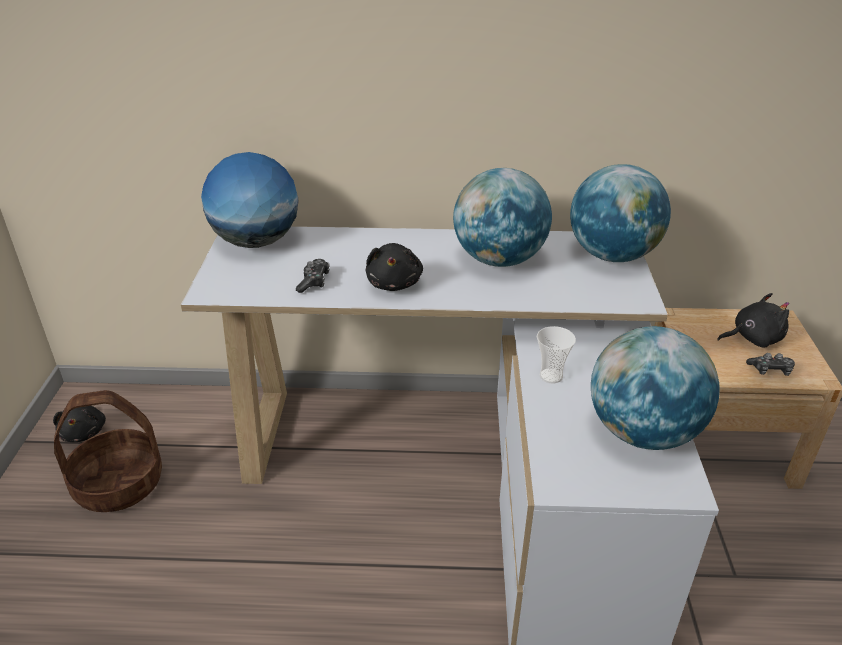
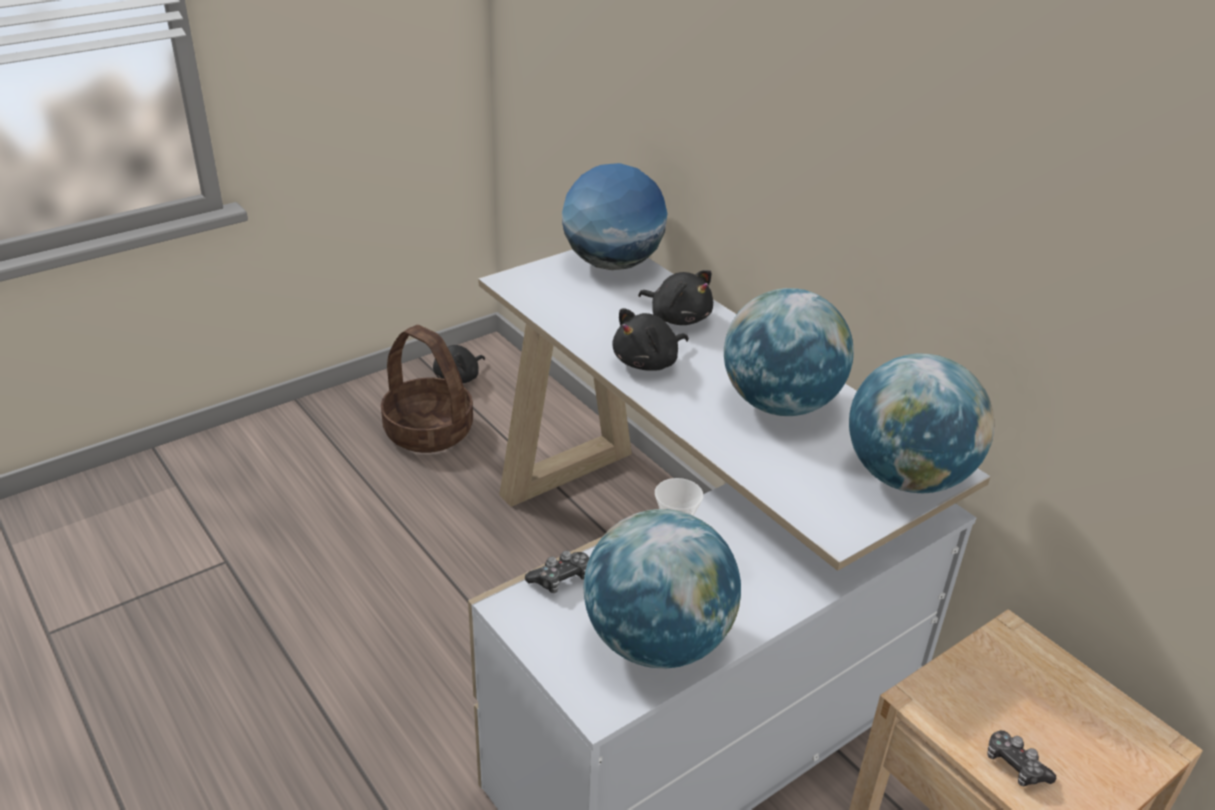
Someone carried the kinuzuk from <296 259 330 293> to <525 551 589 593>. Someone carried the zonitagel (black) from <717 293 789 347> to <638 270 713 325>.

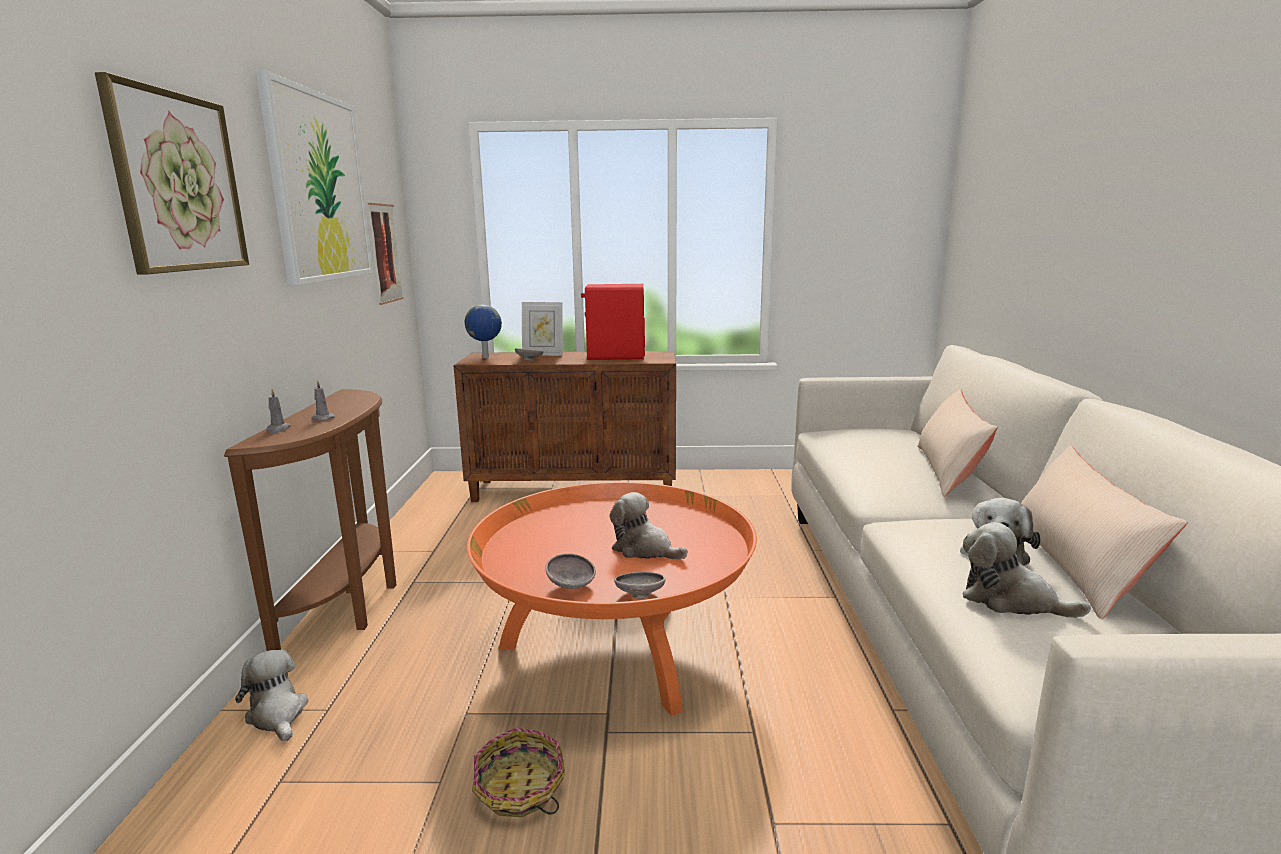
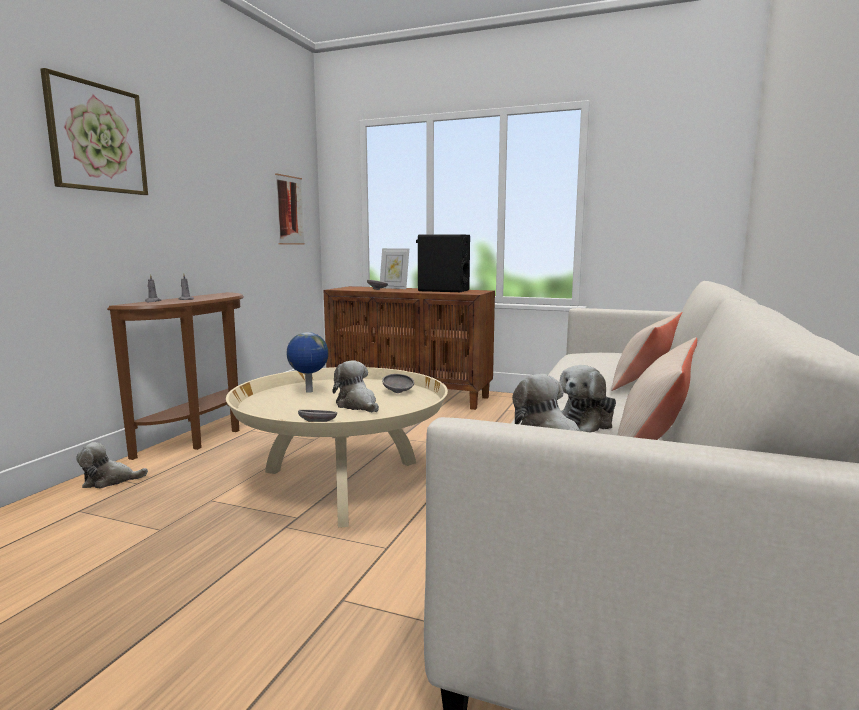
Someone rotated the zonitagel at <235 649 308 742> by 90 degrees counterclockwise. Someone took away the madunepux at <256 70 373 285>. Someone carried the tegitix from <465 305 502 358> to <287 332 329 393>. Someone repainted the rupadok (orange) at <466 482 757 716>, which became the rupadok (beige) at <226 367 448 528>. Someone took away the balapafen at <472 728 565 818>. Someone carried the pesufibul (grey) from <545 553 596 589> to <382 374 414 393>. Someone repainted the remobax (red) at <581 284 645 360>, which became the remobax (black) at <416 234 470 292>.

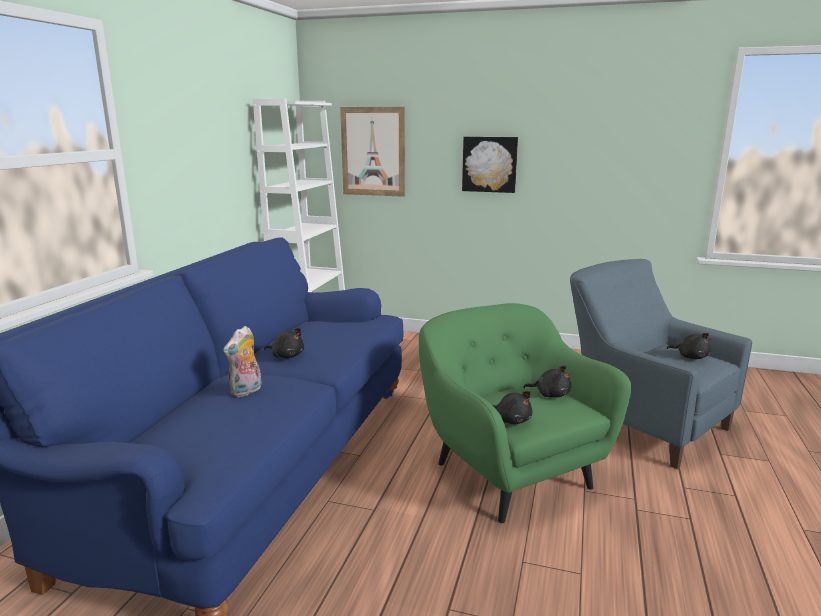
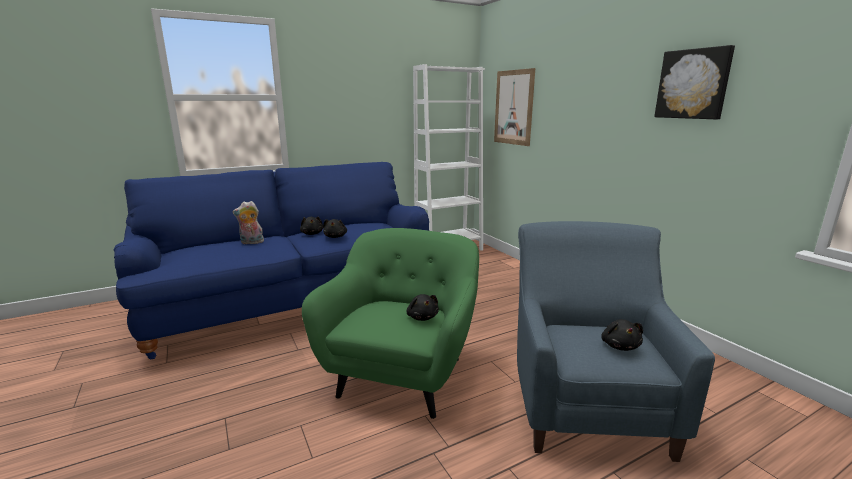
Someone carried the madunepux from <462 137 518 193> to <654 45 735 119>. Someone carried the zonitagel (black) from <493 391 533 424> to <323 219 347 238>.

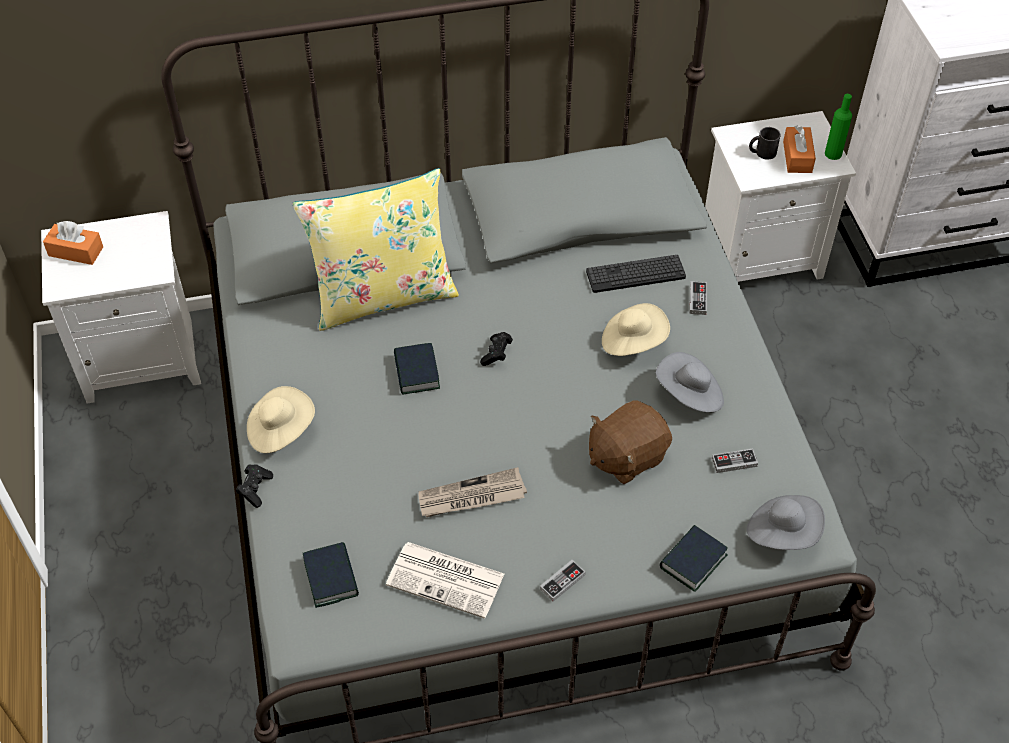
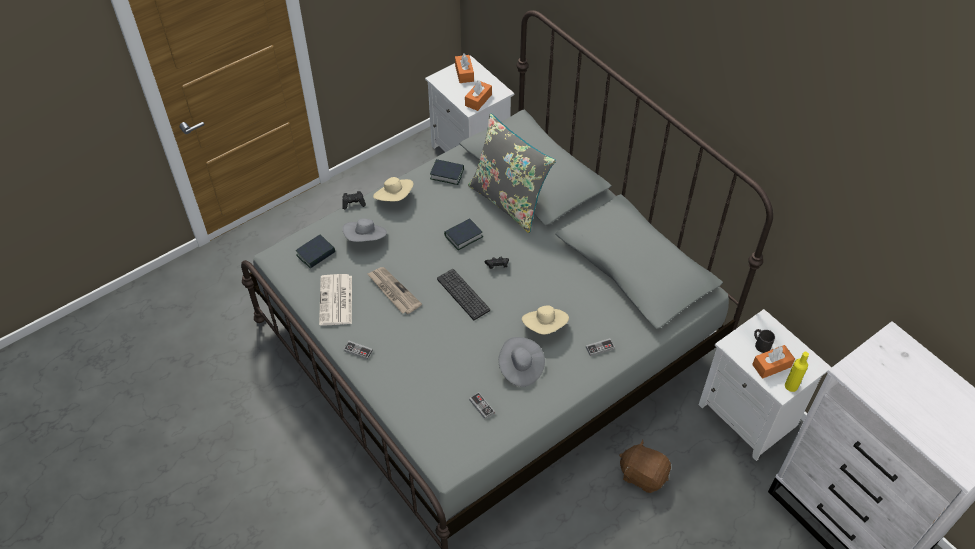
Someone repainted the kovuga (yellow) at <292 168 459 331>, which became the kovuga (grey) at <468 113 556 233>. Someone carried the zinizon from <586 255 686 293> to <437 269 490 320>. Someone carried the zonitagel (brown) from <589 400 672 484> to <619 439 671 493>. Someone carried the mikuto from <660 525 728 592> to <430 159 464 185>. Someone carried the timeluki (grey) from <747 495 825 550> to <342 218 387 242>. Someone repainted the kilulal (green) at <825 94 852 160>, which became the kilulal (yellow) at <785 352 809 392>. Someone put down the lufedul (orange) at <465 80 492 111>.

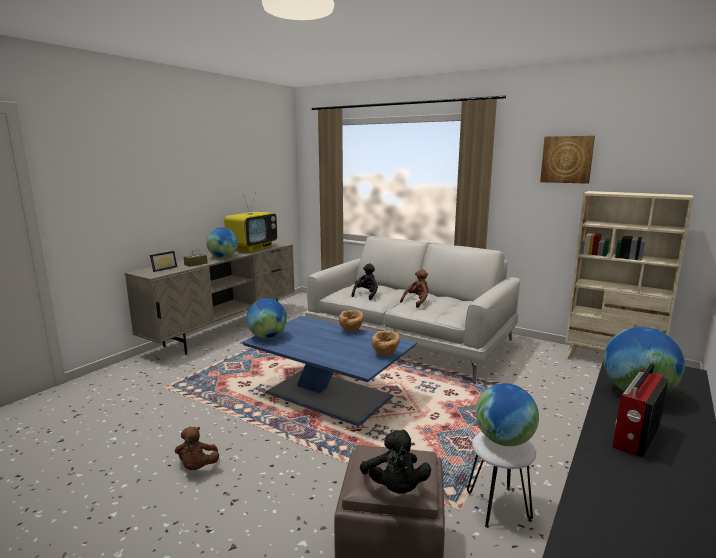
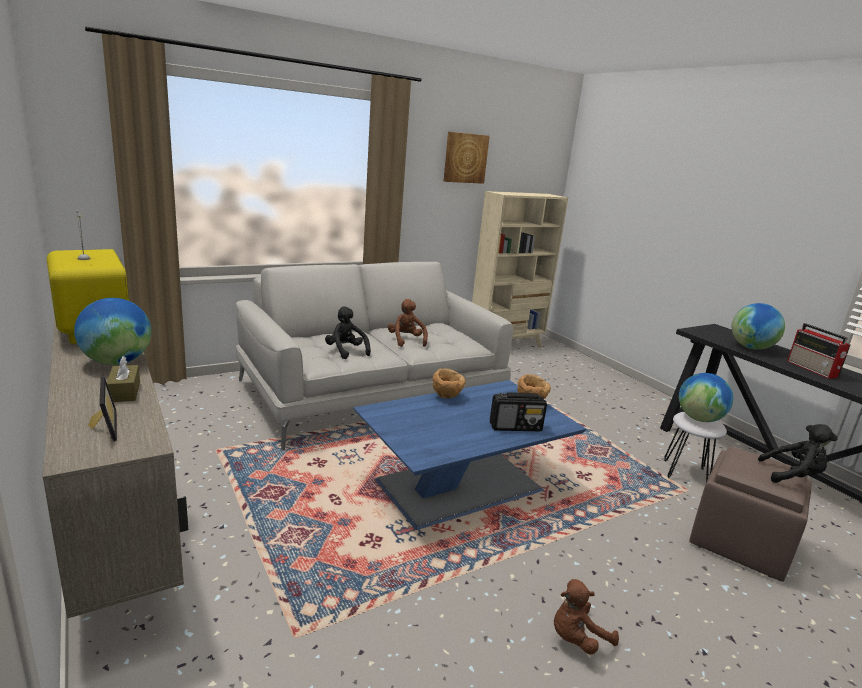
Someone rotated the zonitagel (brown) at <175 427 219 470> by 135 degrees clockwise. Someone took away the tegitix at <246 298 287 338>. Someone put down the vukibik at <490 393 547 431>.

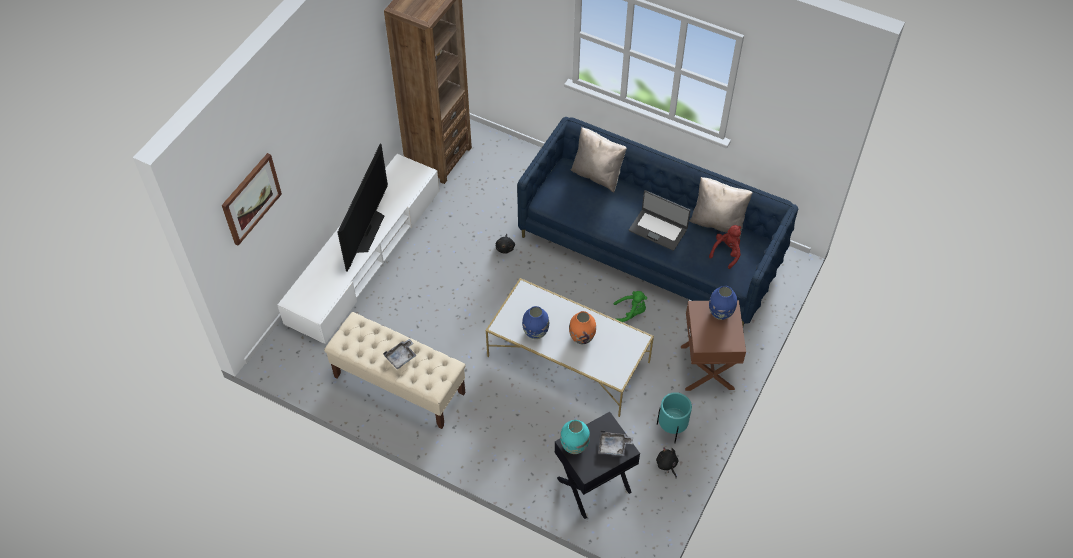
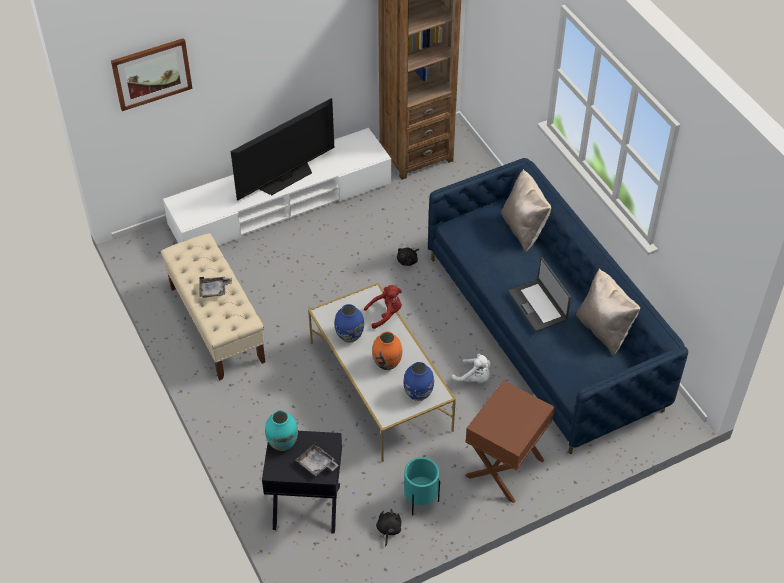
Someone repainted the zonitagel (green) at <614 291 647 322>, which became the zonitagel (white) at <452 354 491 383>. Someone carried the zonitagel (red) from <709 225 741 269> to <364 285 402 329>. Someone carried the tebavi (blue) from <709 286 737 320> to <403 362 434 401>.

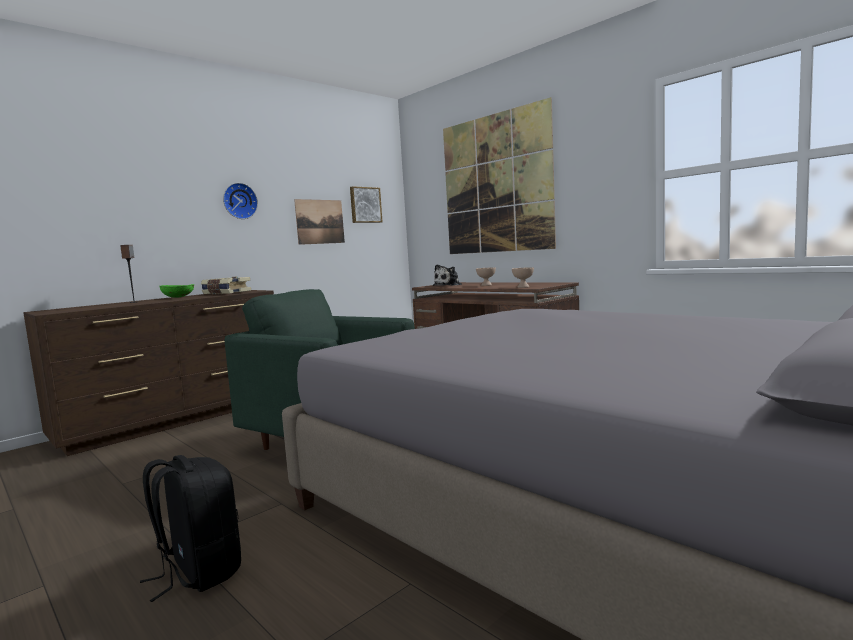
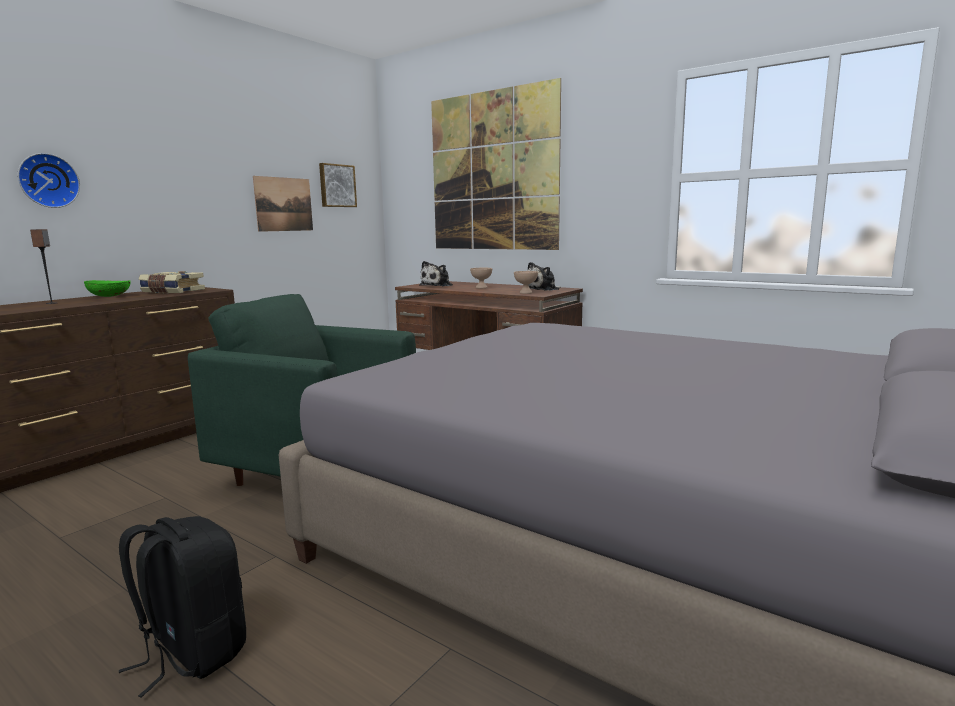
Someone carried the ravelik from <223 183 258 219> to <18 153 80 208>. Someone put down the zonitagel at <527 262 561 291>.

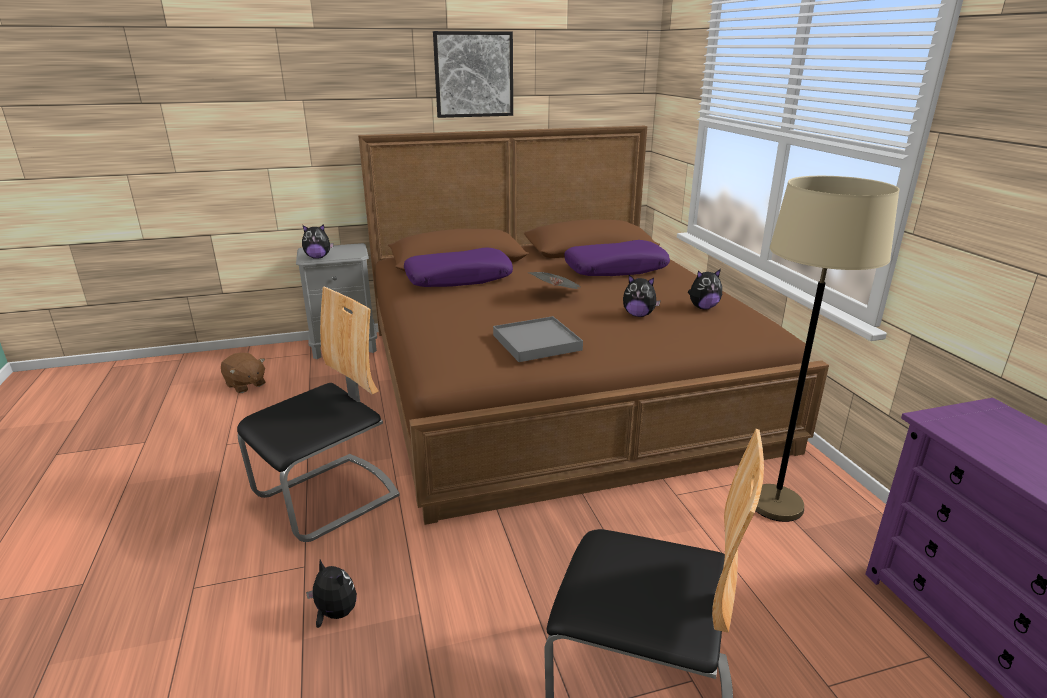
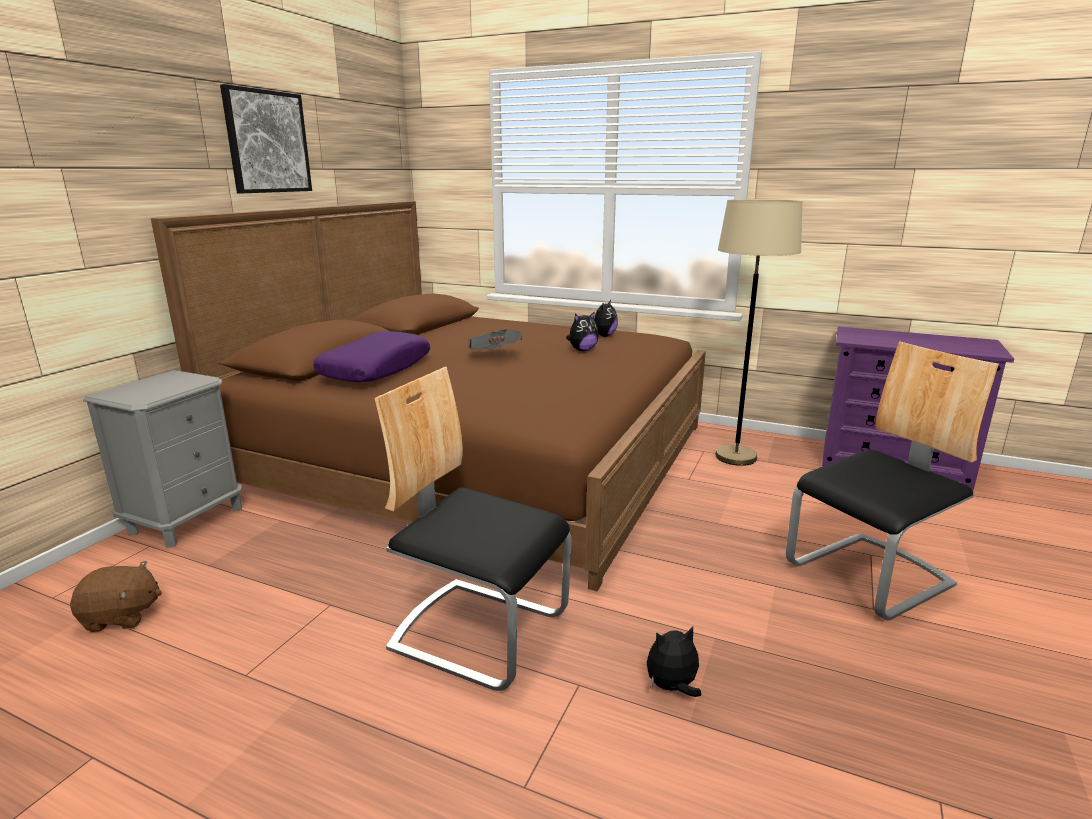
Someone rotated the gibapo at <237 287 400 542> by 60 degrees counterclockwise. Someone took away the zonitagel at <302 224 334 259>. Someone took away the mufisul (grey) at <493 316 583 362>. Someone took away the kovuga (purple) at <564 240 670 276>.

